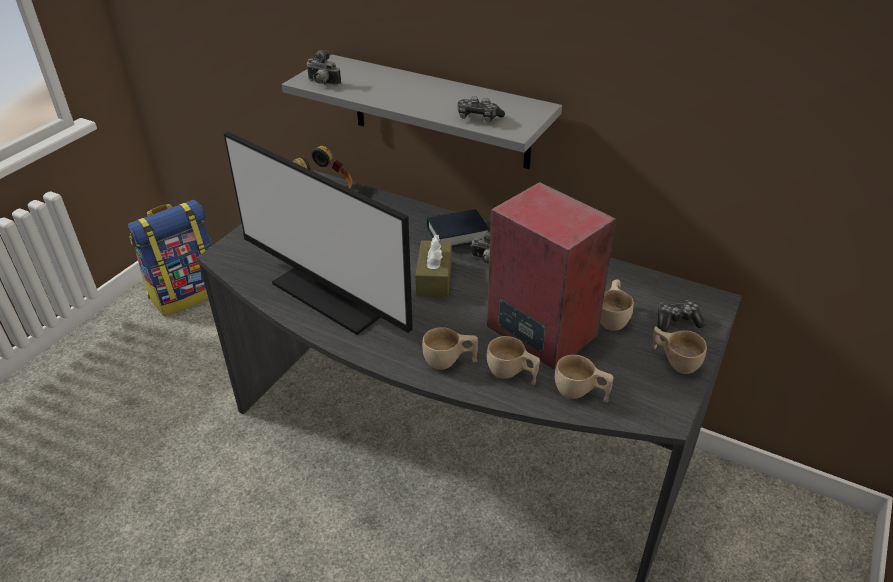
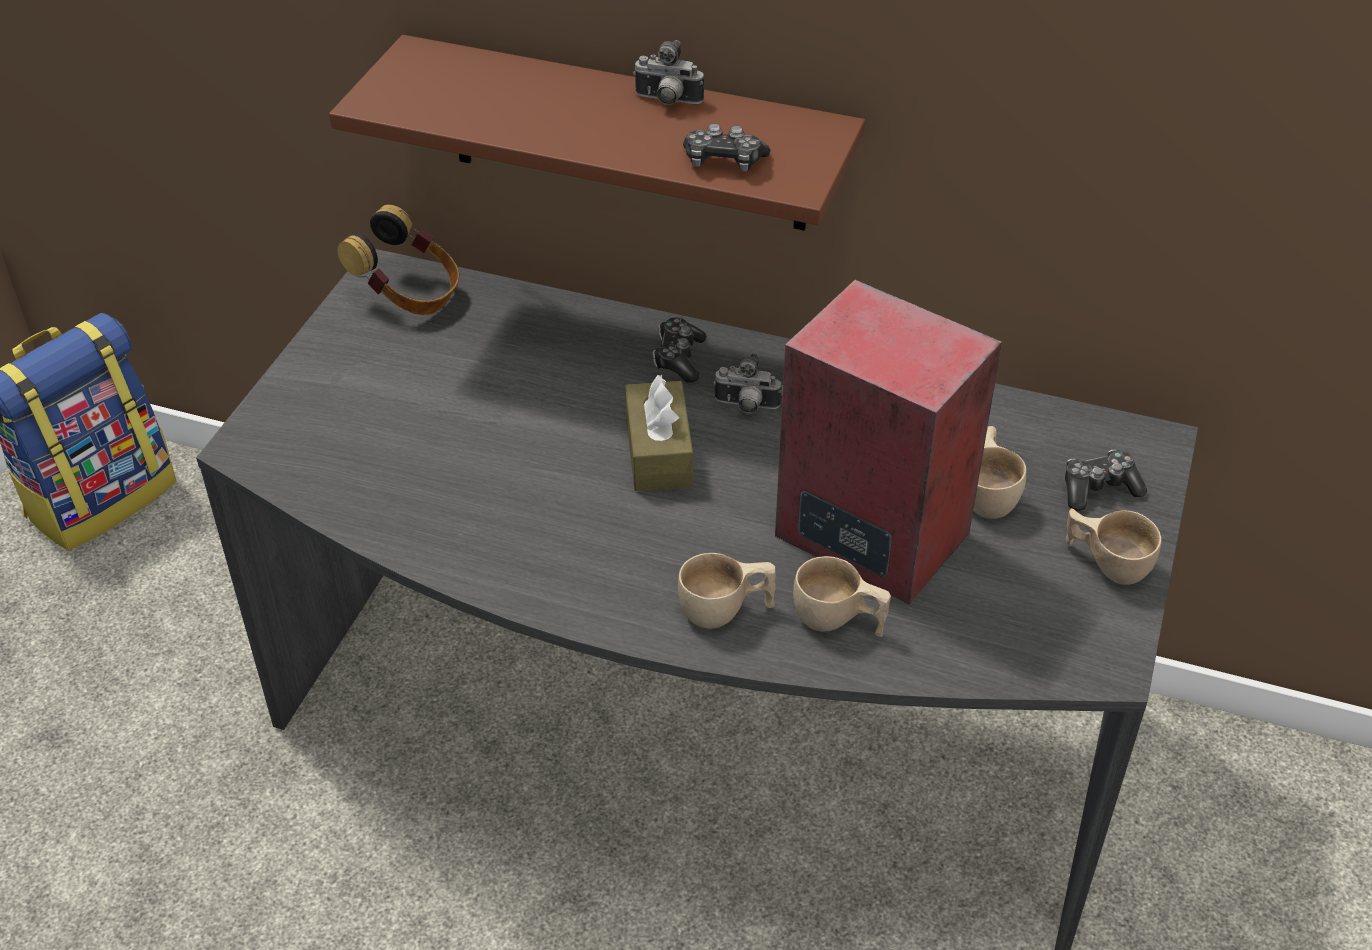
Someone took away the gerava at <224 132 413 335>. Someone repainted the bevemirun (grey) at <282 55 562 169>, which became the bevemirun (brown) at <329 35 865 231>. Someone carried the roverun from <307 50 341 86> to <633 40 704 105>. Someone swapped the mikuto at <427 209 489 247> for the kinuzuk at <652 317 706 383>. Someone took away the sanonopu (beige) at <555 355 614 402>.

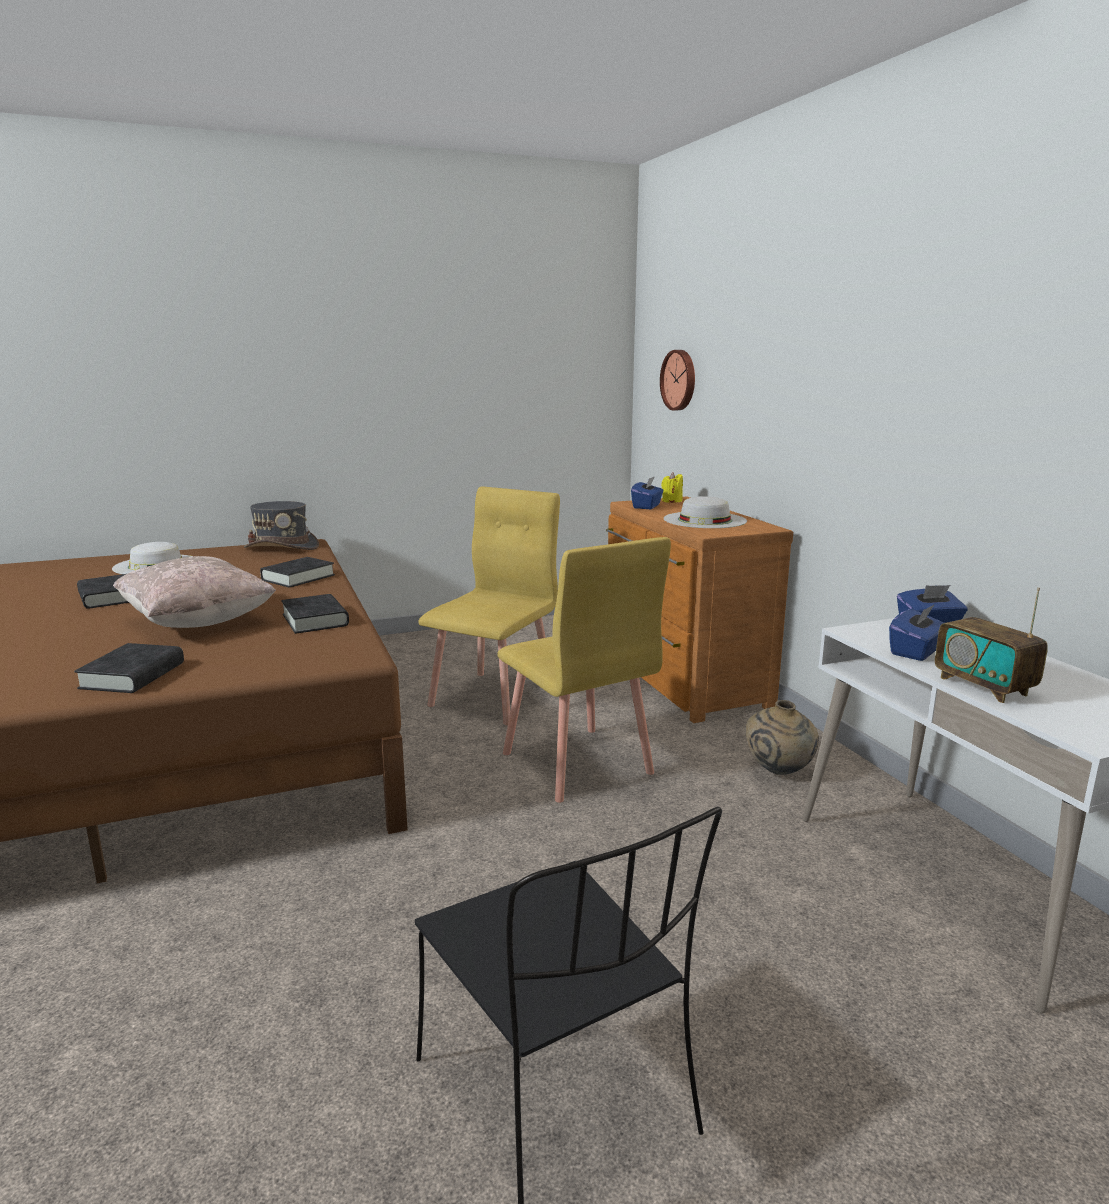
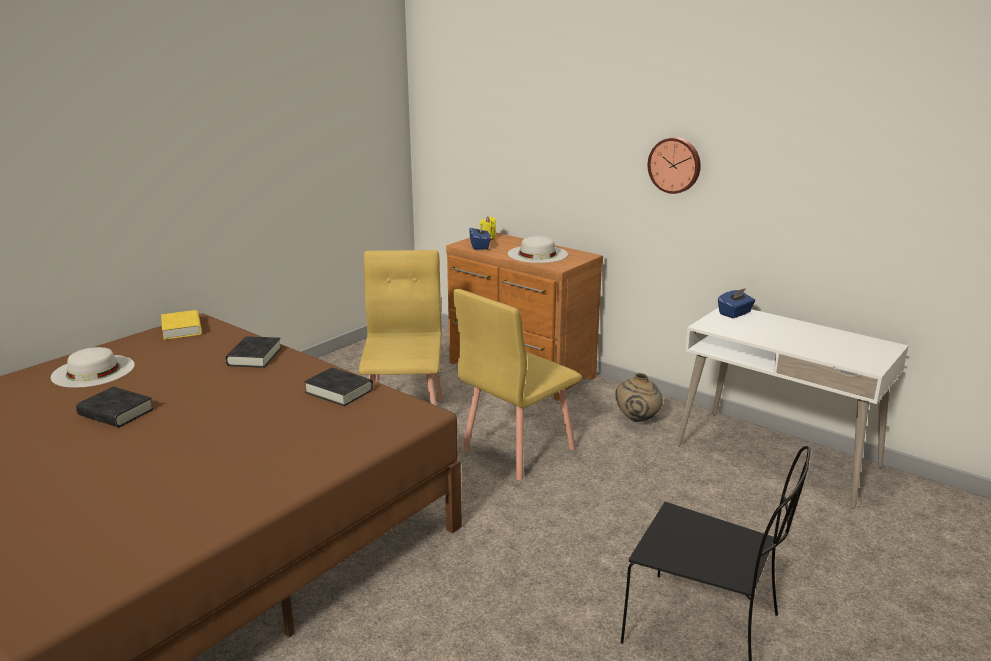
Someone took away the mikuto (black) at <74 643 184 693>. Someone took away the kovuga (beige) at <113 556 276 628>. Someone swapped the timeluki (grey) at <244 501 319 550> for the mikuto (yellow) at <161 310 202 340>. Someone rotated the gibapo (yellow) at <497 537 671 803> by 105 degrees clockwise. Someone carried the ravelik from <660 350 695 411> to <648 137 701 194>. Someone took away the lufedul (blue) at <889 604 944 661>. Someone took away the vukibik at <935 587 1048 703>.

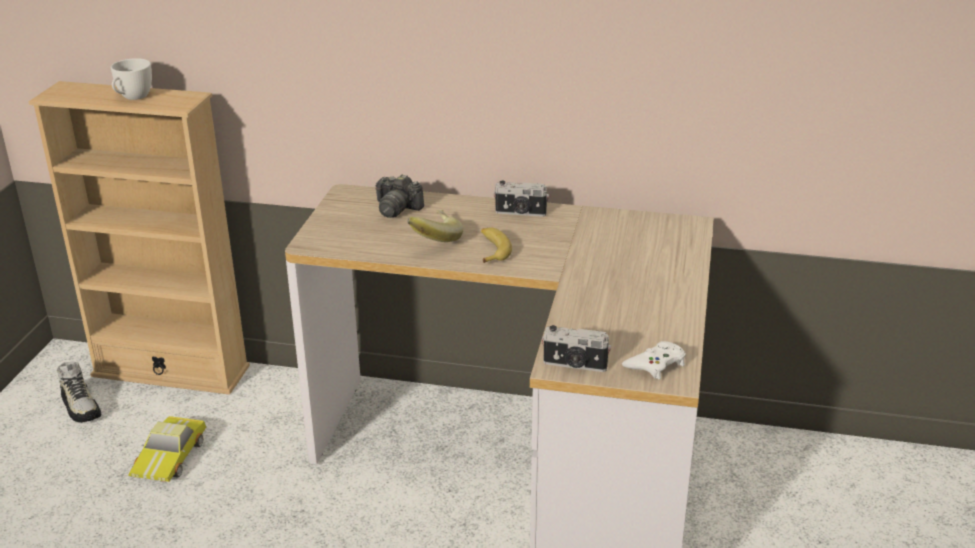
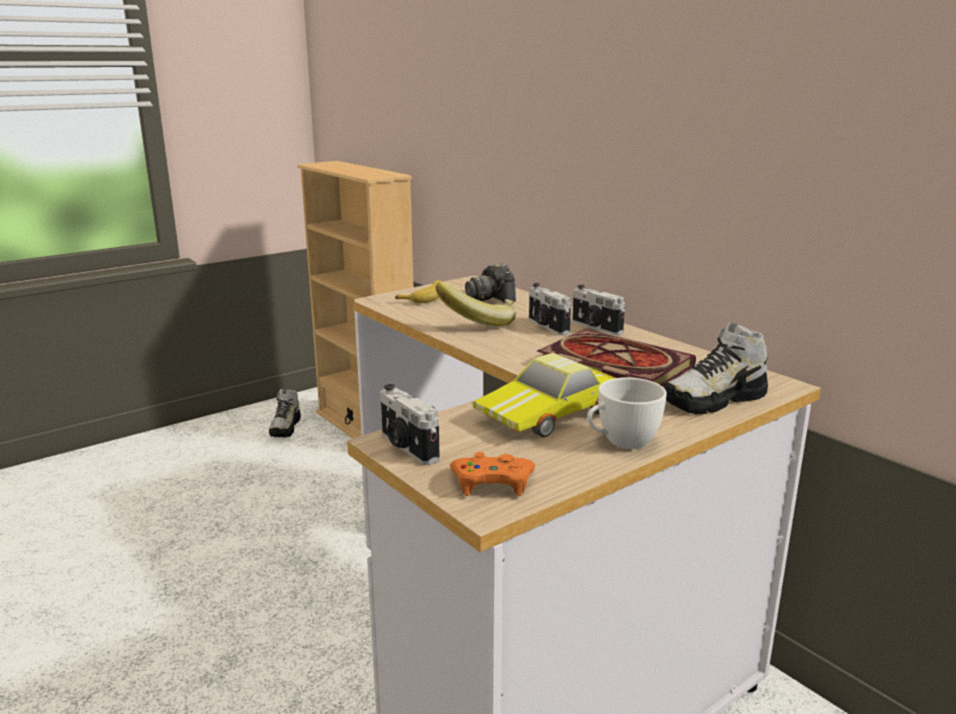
Someone carried the sanonopu (white) from <111 58 152 100> to <587 377 667 449>. Someone carried the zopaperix from <129 416 206 482> to <473 353 615 438>. Someone carried the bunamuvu from <481 227 512 263> to <395 280 442 303>. Someone repainted the kinuzuk (white) at <622 341 686 380>, which became the kinuzuk (orange) at <450 452 535 496>. Someone put down the roverun at <529 283 571 335>. Someone put down the mikuto at <537 329 696 387>. Someone put down the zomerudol at <664 322 768 414>.

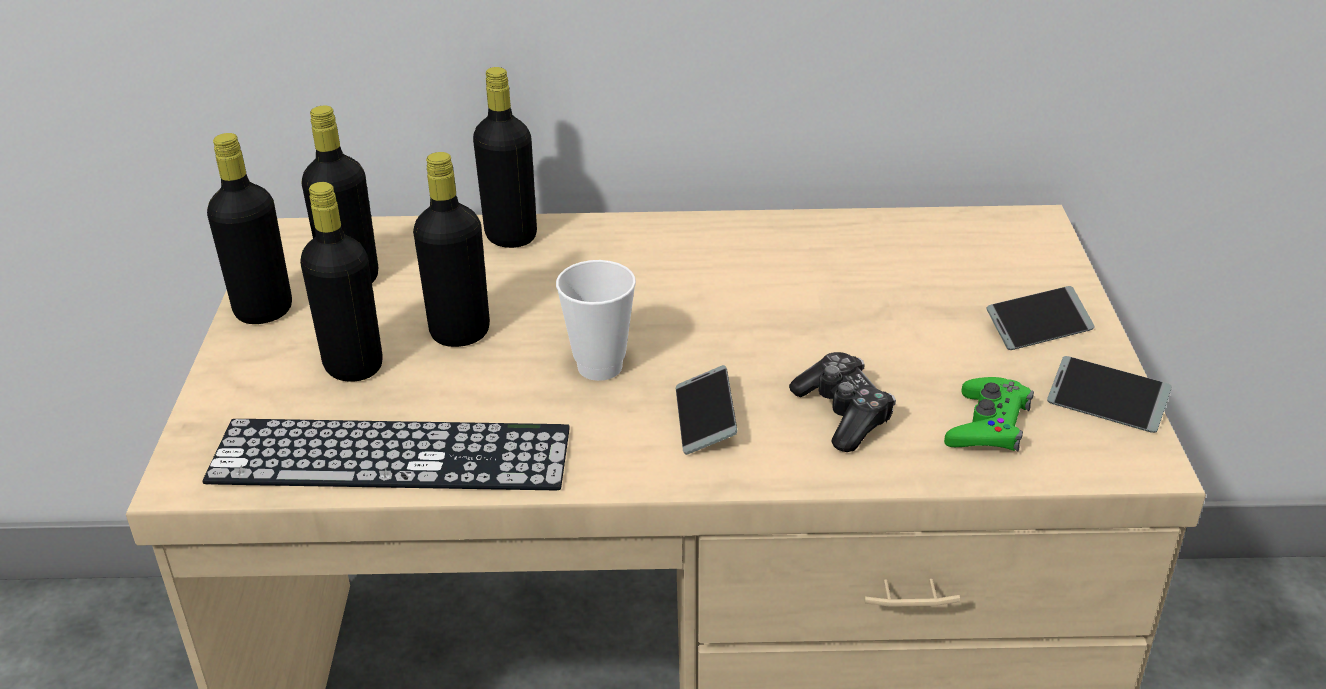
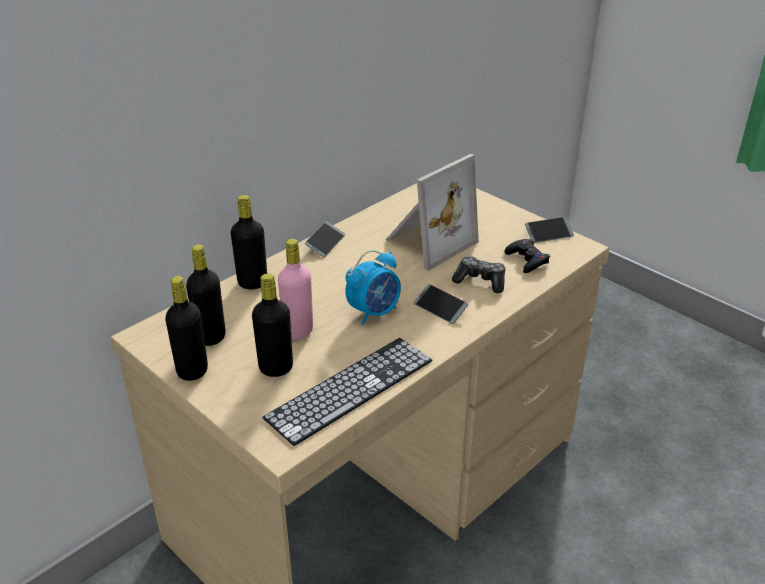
Someone repainted the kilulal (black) at <413 152 490 347>, which became the kilulal (pink) at <278 239 313 339>. Someone swapped the sanonopu at <556 260 636 381> for the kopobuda at <345 250 401 325>. Someone repainted the kinuzuk (green) at <944 377 1034 452>, which became the kinuzuk (black) at <505 239 550 273>. Someone carried the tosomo from <986 286 1095 350> to <305 221 345 257>. Someone put down the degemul at <386 154 479 271>.

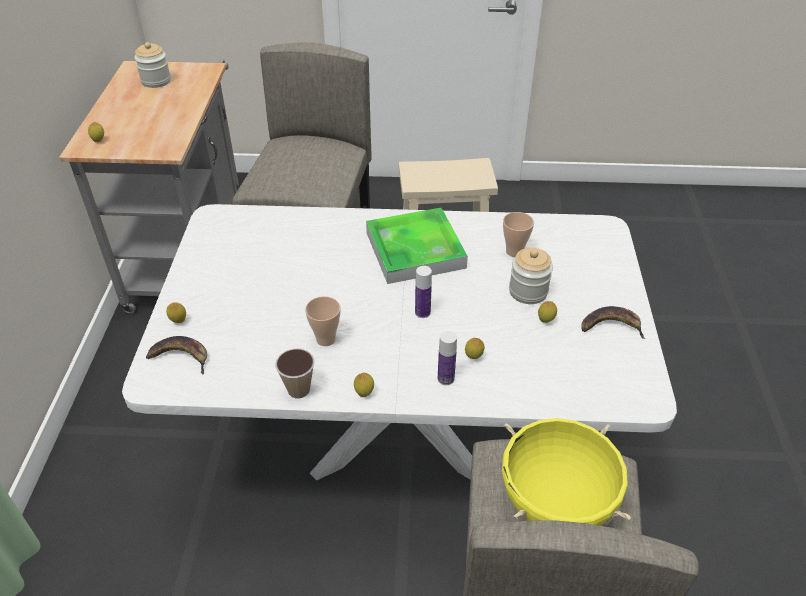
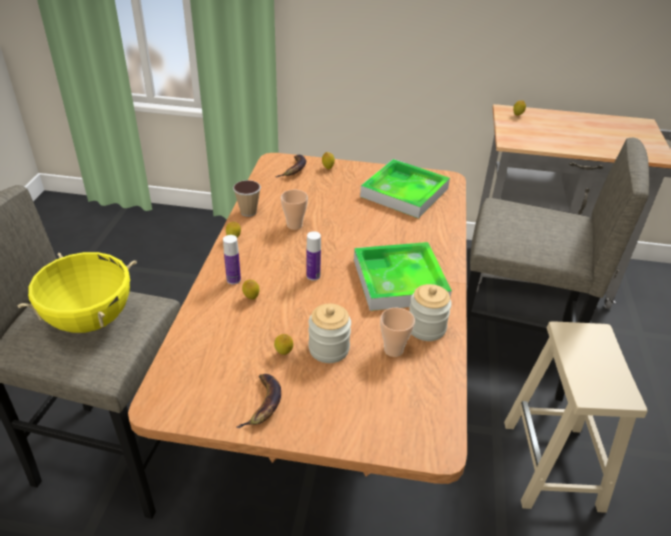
Someone repainted the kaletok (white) at <122 204 677 480>, which became the kaletok (brown) at <128 153 467 484>. Someone carried the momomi from <134 42 171 88> to <409 284 452 341>. Someone put down the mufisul at <360 159 450 218>.

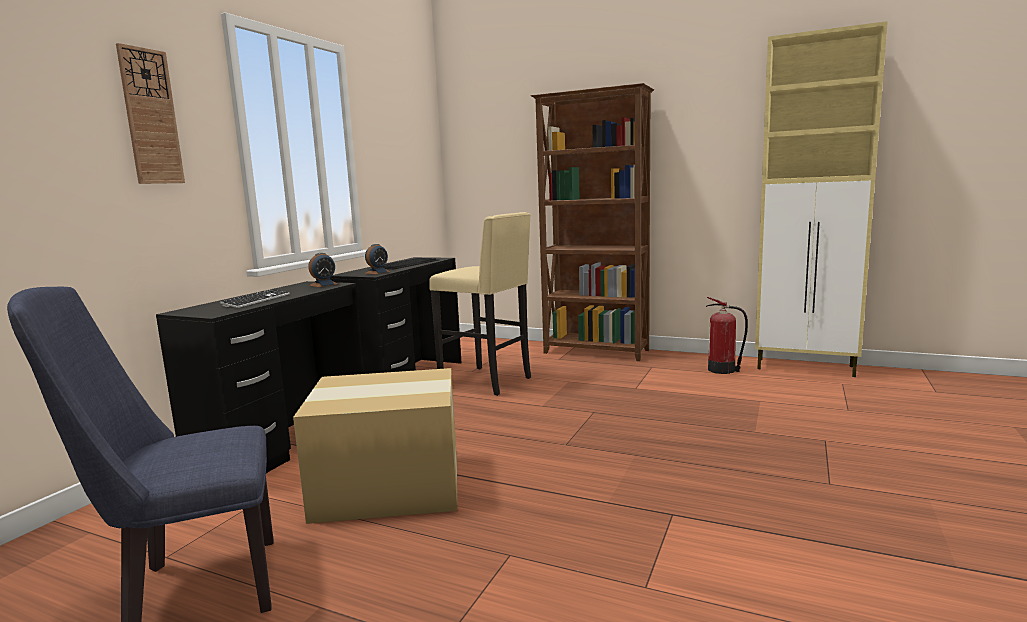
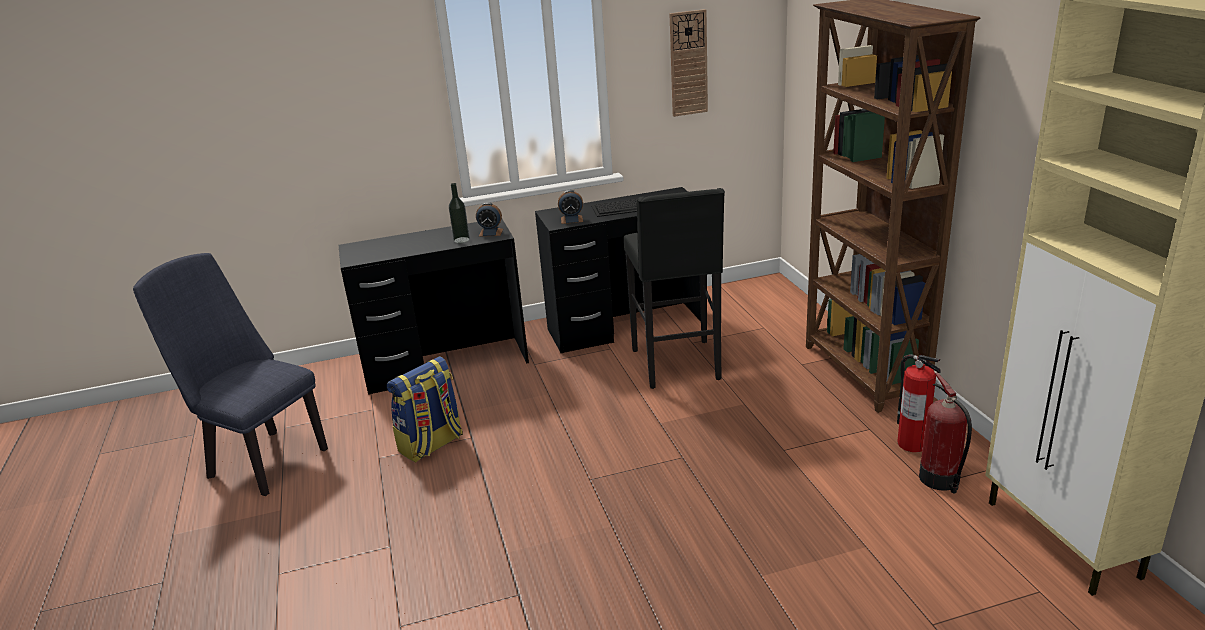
Someone carried the ravelik from <116 43 185 184> to <670 9 708 117>. Someone took away the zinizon at <220 289 290 308>. Someone swapped the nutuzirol at <293 368 457 524> for the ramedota at <387 356 463 463>. Someone repainted the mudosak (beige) at <429 212 531 396>, which became the mudosak (black) at <624 188 725 389>. Someone put down the kilulal at <449 183 470 243>. Someone put down the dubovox at <897 354 941 452>.

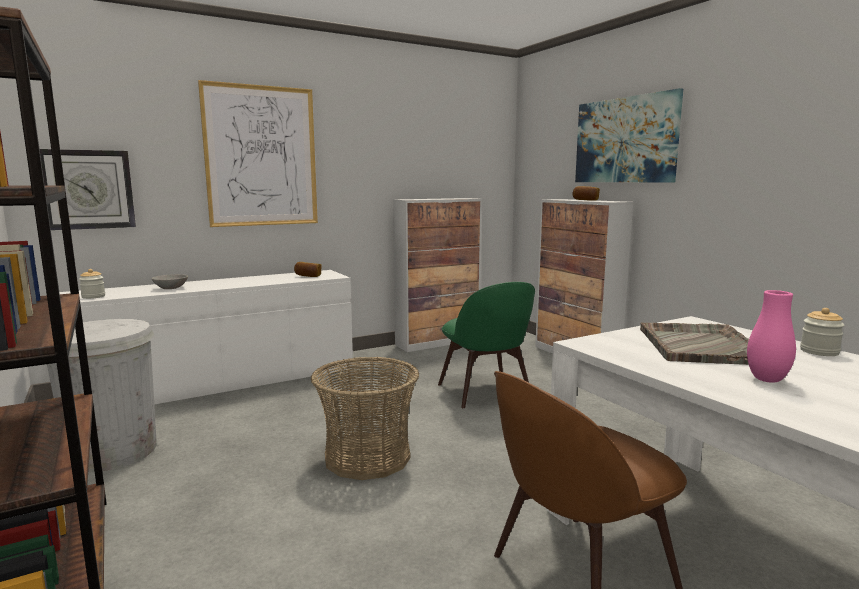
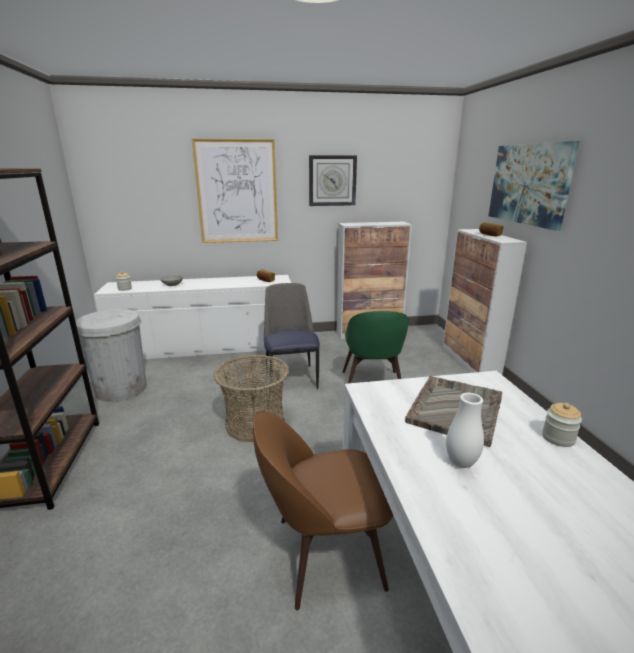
Someone carried the ravelik from <40 149 136 230> to <309 155 357 206>. Someone repainted the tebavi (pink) at <747 290 796 383>, which became the tebavi (white) at <446 393 484 468>. Someone put down the gibapo at <263 283 320 389>.

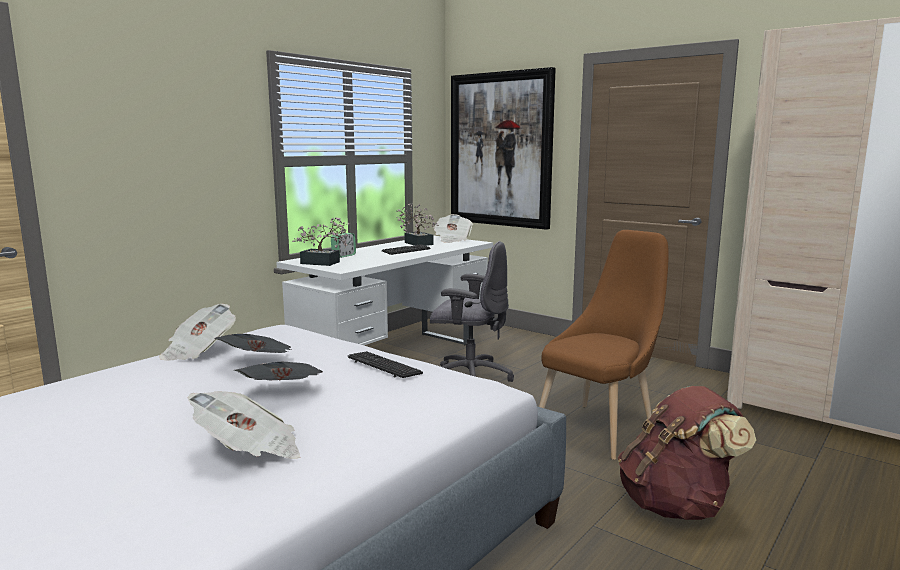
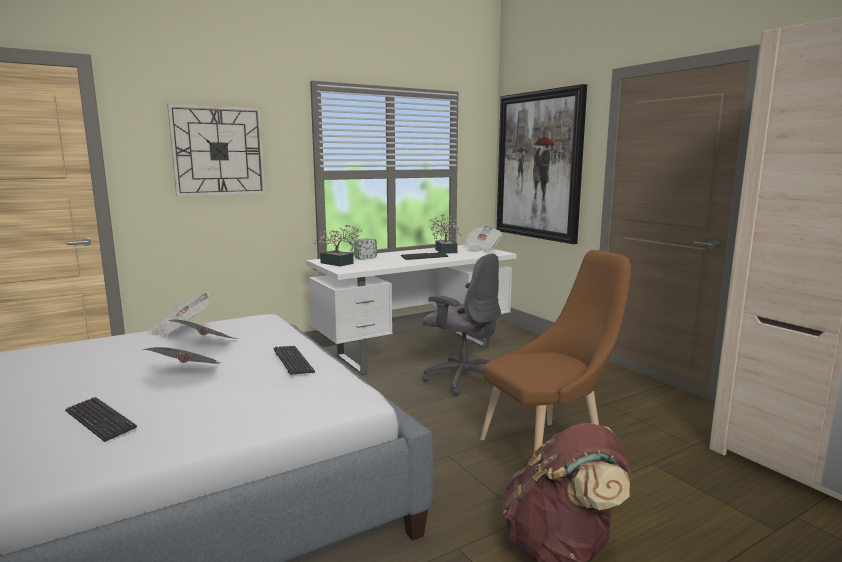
Someone swapped the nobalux at <188 391 301 459> for the zinizon at <65 397 137 442>. Someone put up the ravelik at <167 104 266 197>.

